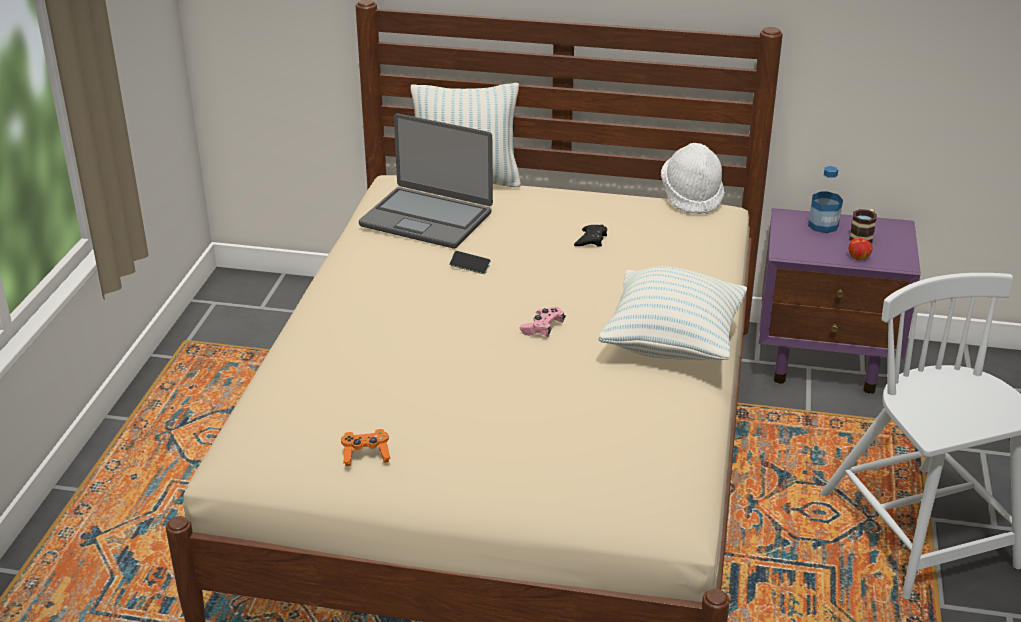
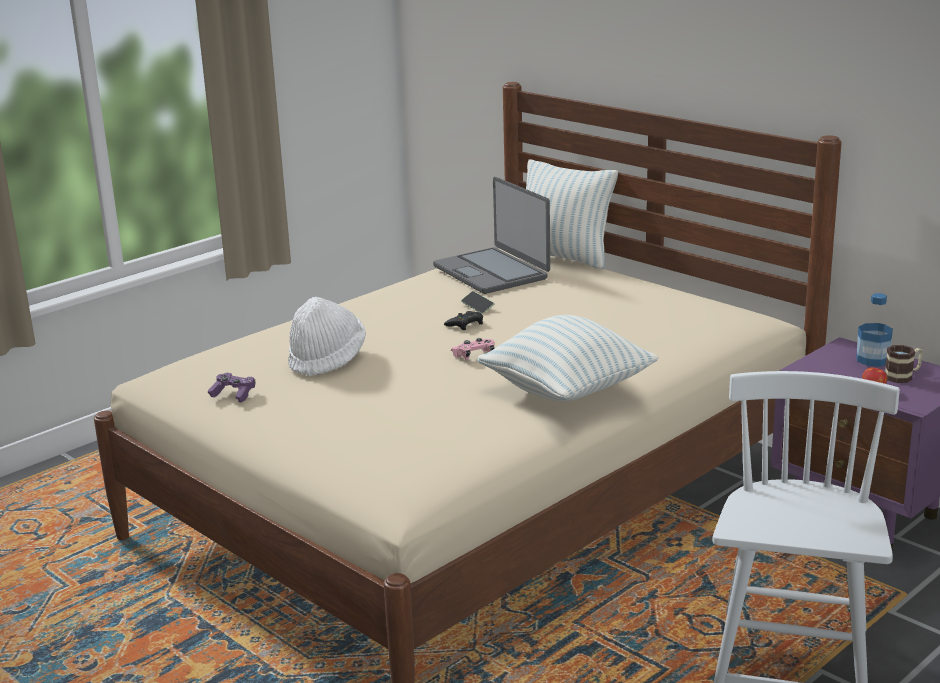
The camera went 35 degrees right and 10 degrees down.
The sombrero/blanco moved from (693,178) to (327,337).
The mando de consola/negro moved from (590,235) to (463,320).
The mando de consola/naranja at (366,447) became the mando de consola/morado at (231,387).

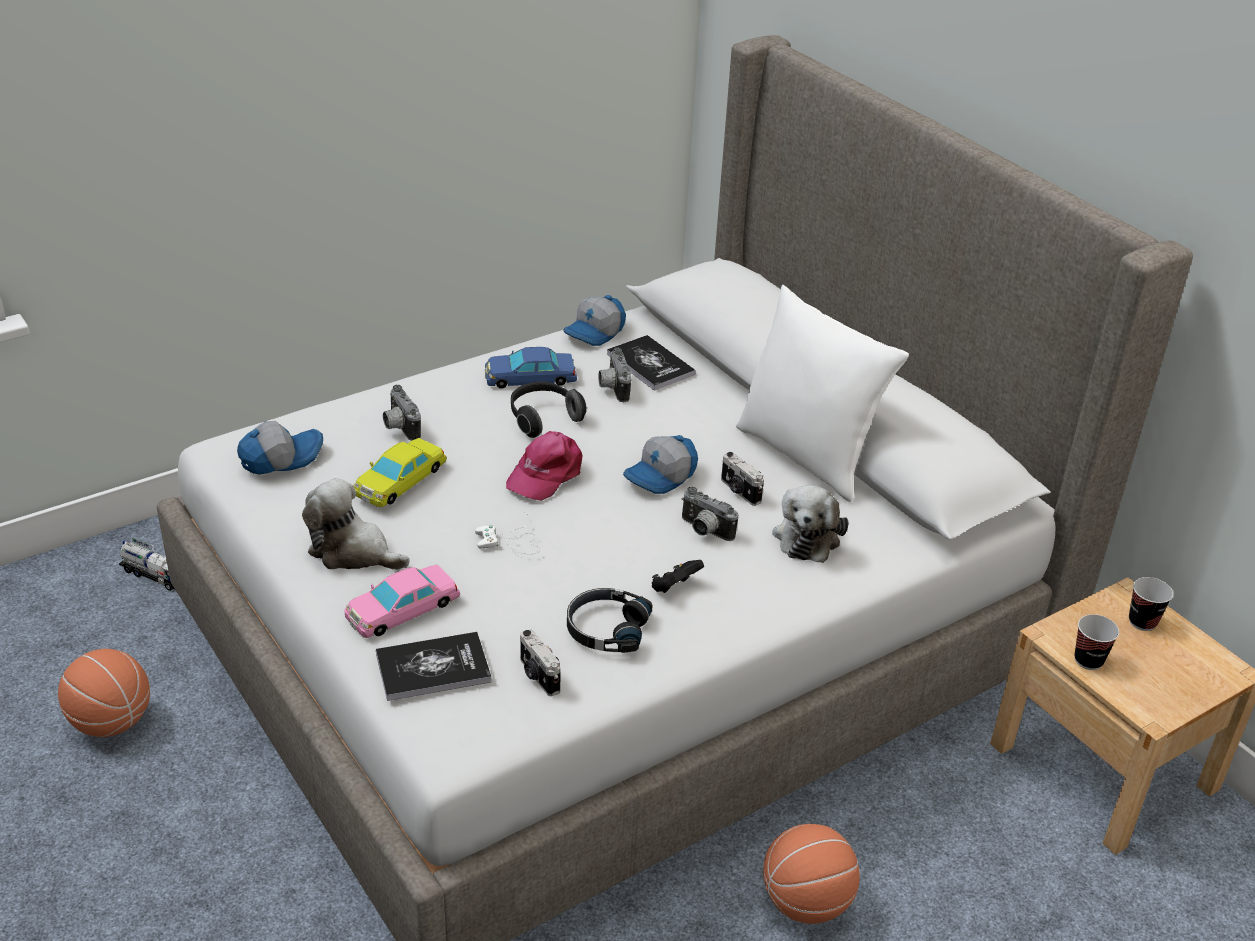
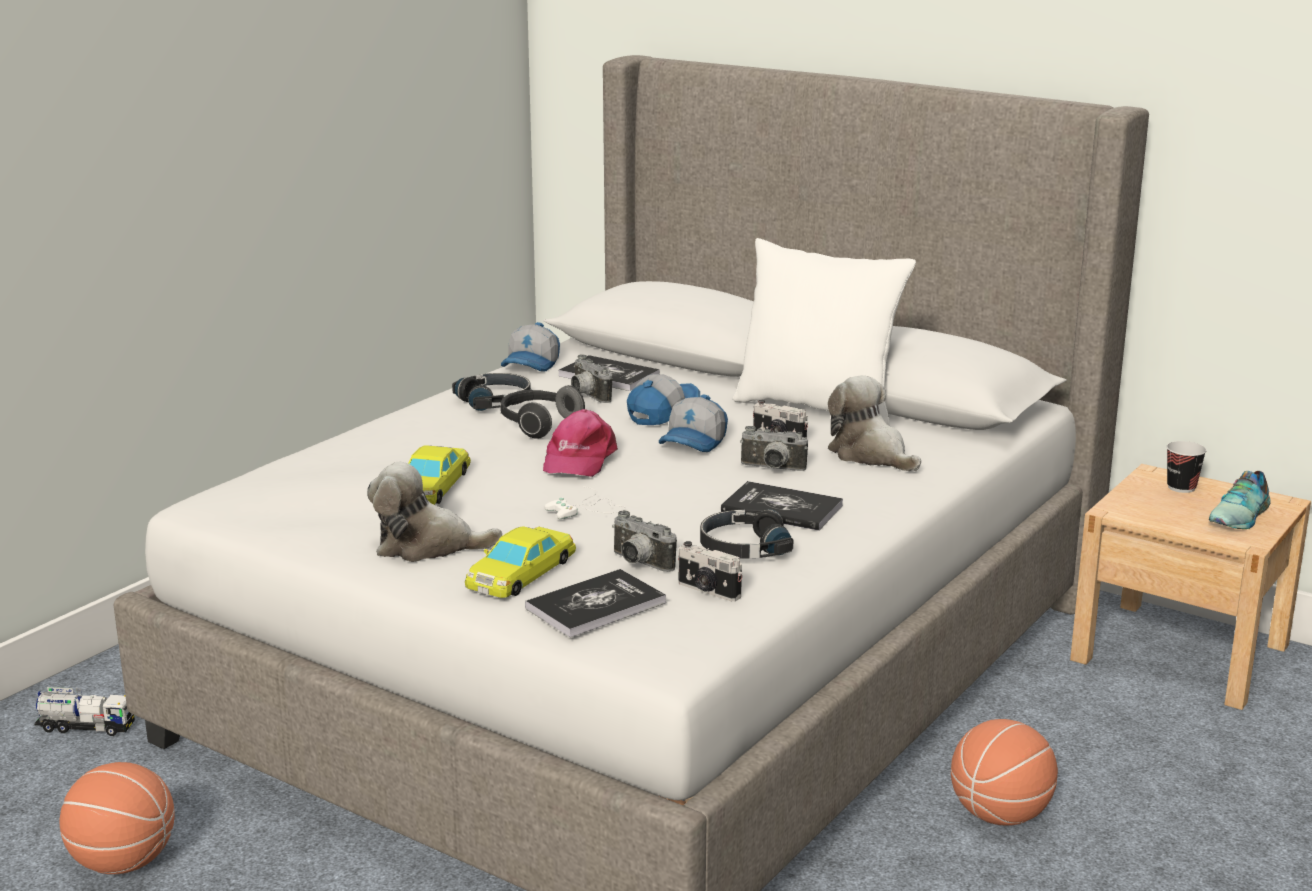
The camera went 20 degrees left and 15 degrees down.
The coche de juguete/azul at (531,368) was replaced by the auriculares/negro at (491,392).
The cámara moved from (402,413) to (644,541).
The gorra moved from (280,447) to (663,399).
The peluche at (810,524) turned 150 degrees clockwise.
The mando de consola/negro at (678,576) was replaced by the libro at (782,506).
The coche de juguete/rosa at (402,601) became the coche de juguete/amarillo at (520,562).
The taza at (1096,642) disappeared.
The zapato at (1240,500) appeared.

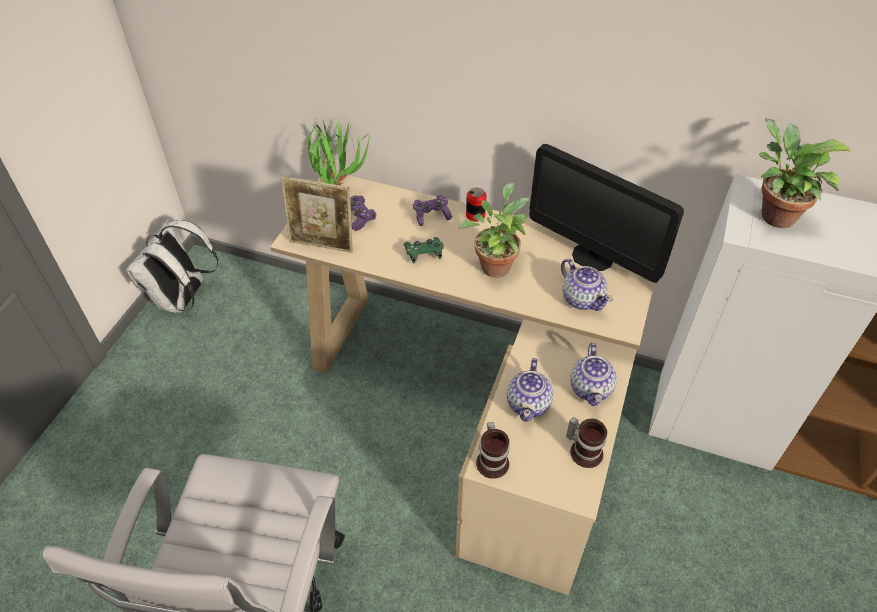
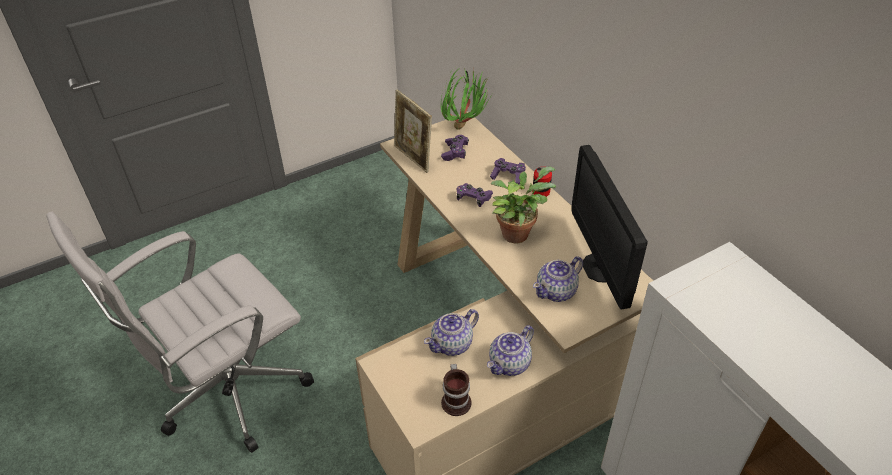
The camera went 40 degrees right and 5 degrees down.
The planta en maceta at (805,173) disappeared.
The mochila/blanco at (172,266) disappeared.
The mando de consola/verde at (424,250) became the mando de consola/morado at (474,195).
The tetera at (586,285) turned 45 degrees clockwise.
The taza grande at (493,450) disappeared.

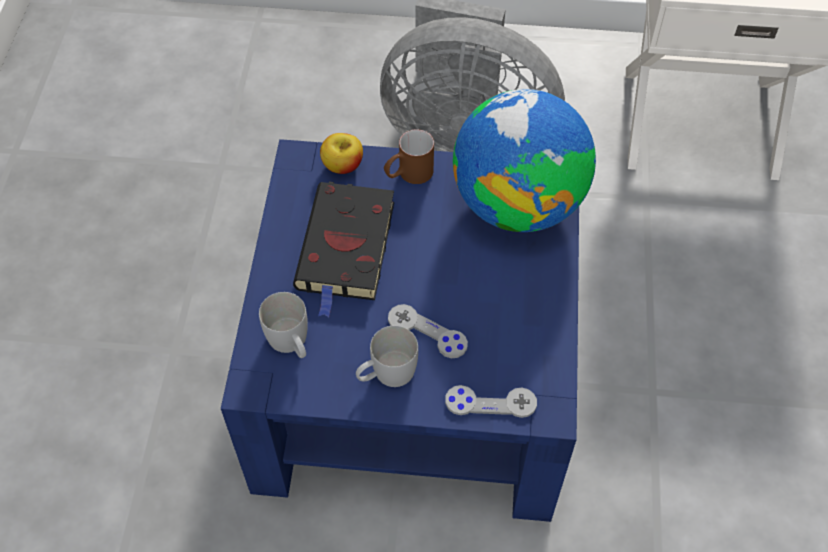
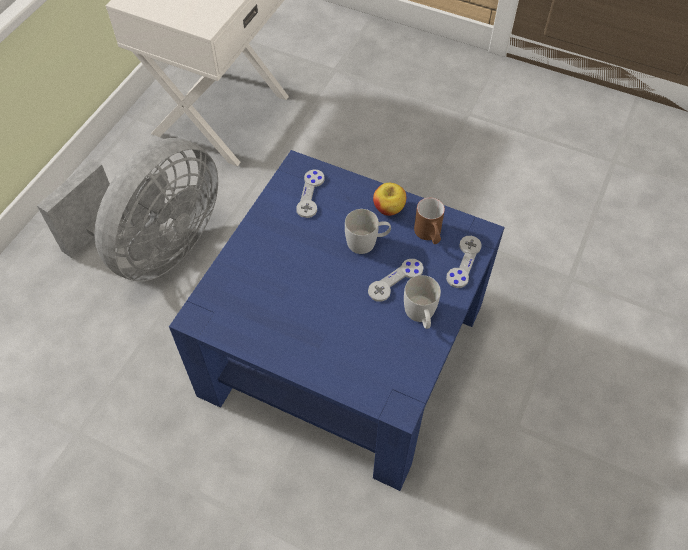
The camera went 70 degrees left and 0 degrees up.
The globo terráqueo at (524,160) was replaced by the mando de consola/gris at (310,193).
The taza grande/marrón moved from (409,156) to (429,221).
The manzana moved from (341,153) to (389,199).
The libro/negro at (343,249) disappeared.
The taza grande/blanco moved from (283,325) to (368,231).

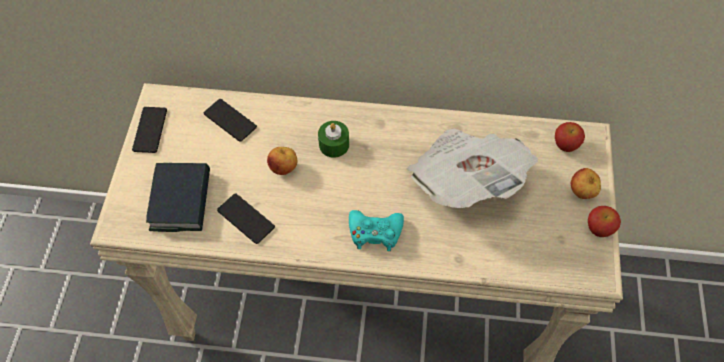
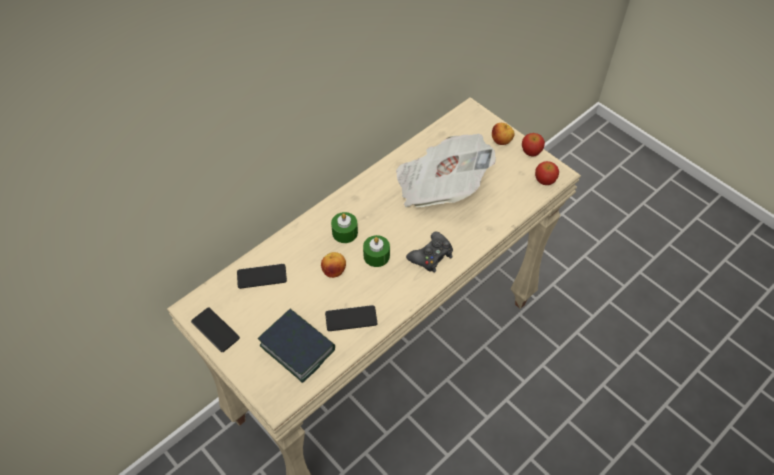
The camera went 50 degrees left and 5 degrees down.
The manzana moved from (570,137) to (547,173).
The mando de consola/turquesa at (376,230) became the mando de consola/negro at (429,252).
The vela/verde at (376,251) appeared.

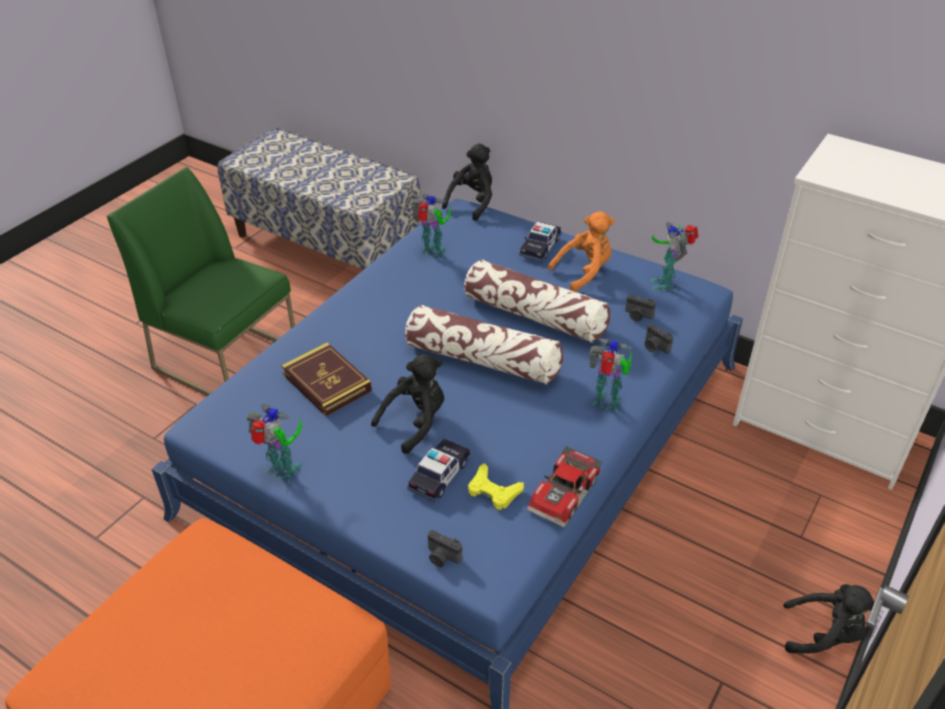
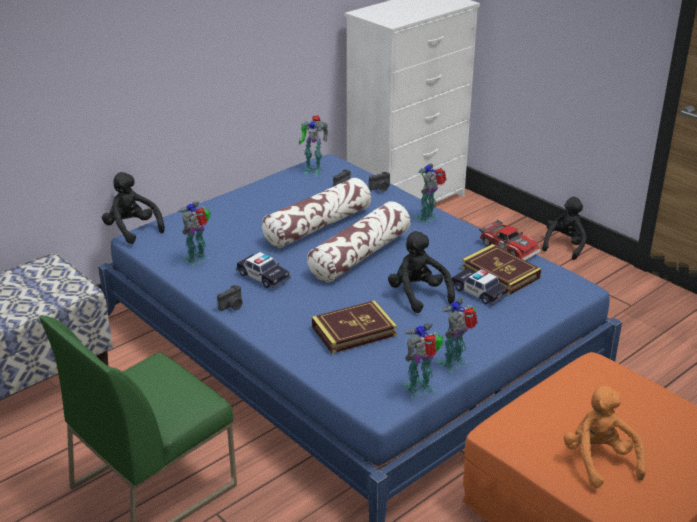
The camera went 75 degrees left and 10 degrees down.
The peluche/naranja moved from (581,251) to (604,437).
The coche de juguete moved from (540,241) to (263,270).
The mando de consola/amarillo at (496,486) was replaced by the libro at (501,269).
The cámara moved from (445,548) to (229,298).
The robot de juguete at (423,361) appeared.

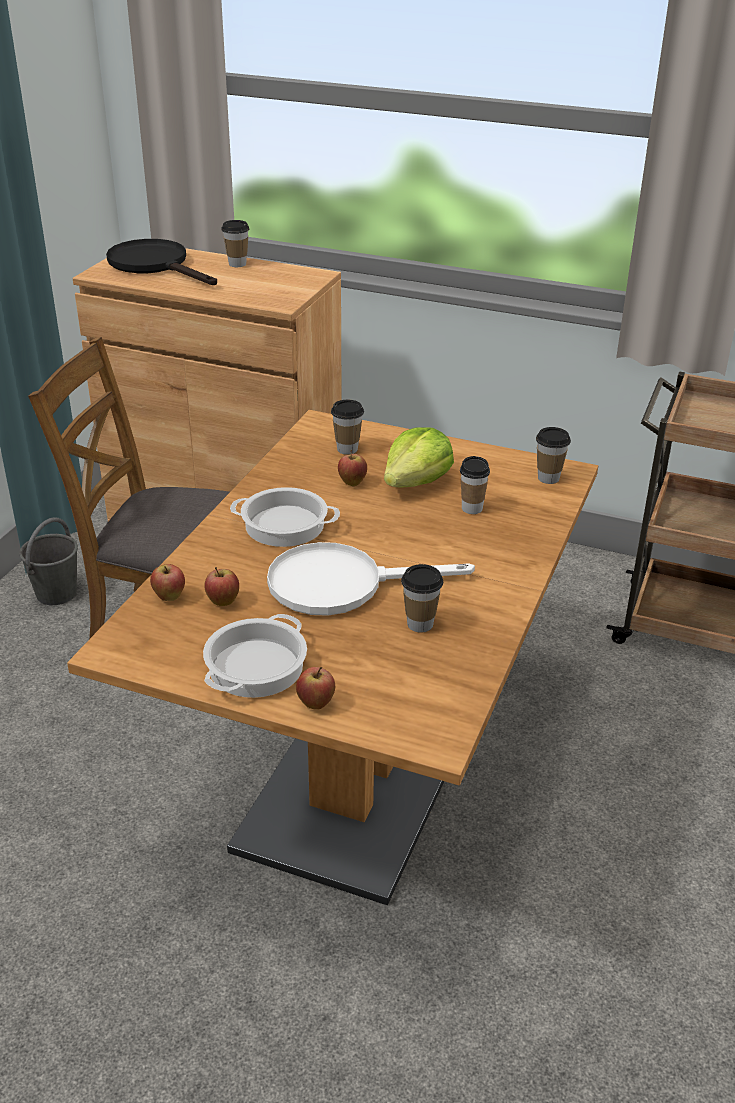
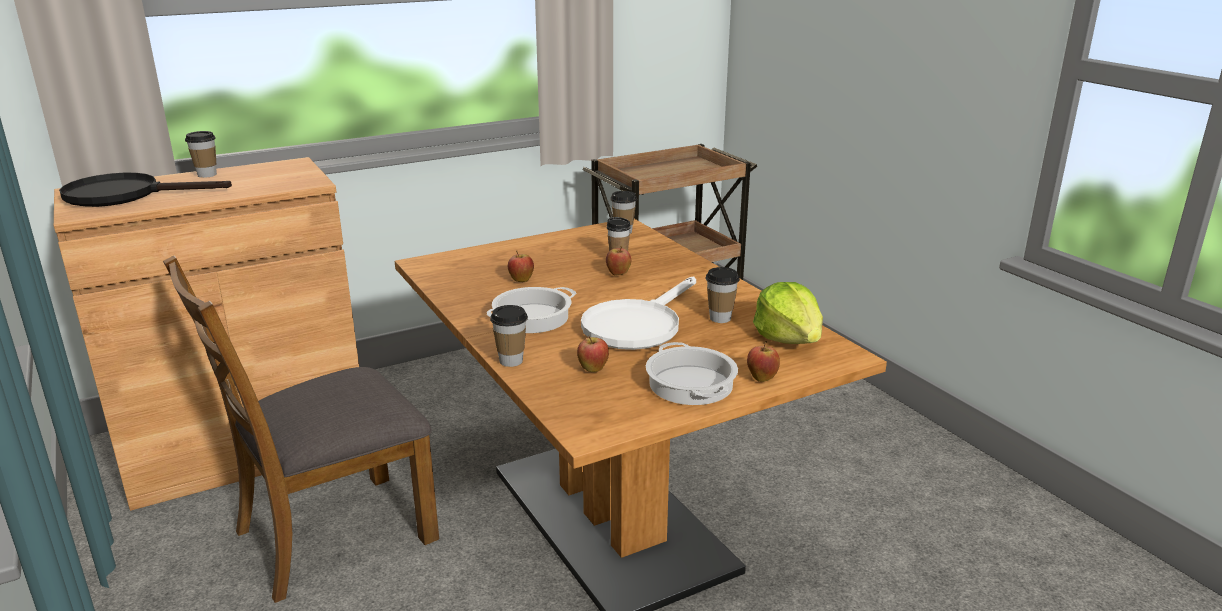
The camera went 50 degrees left and 10 degrees down.
The taza moved from (347,427) to (509,336).
The lechuga moved from (419,457) to (788,313).
The cubo/gris at (48,561) disappeared.
The manzana moved from (167,582) to (618,260).

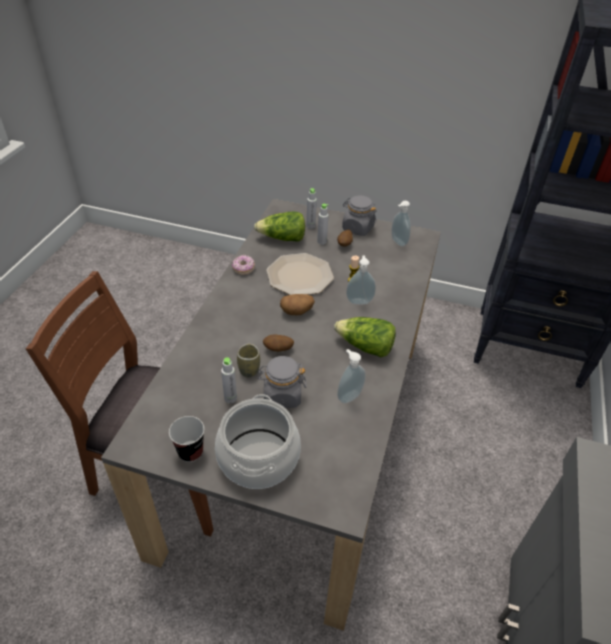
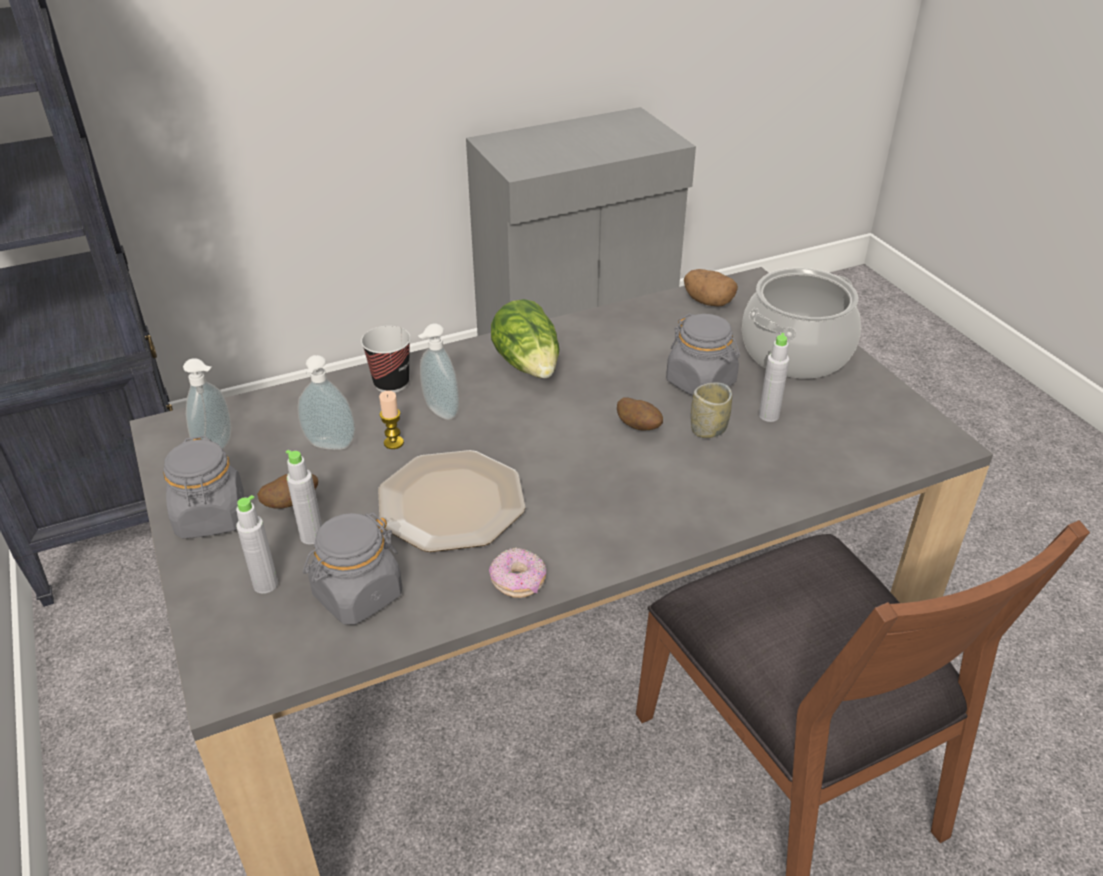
The camera went 130 degrees left and 5 degrees down.
The lechuga at (279,227) was replaced by the tarro/gris at (352,568).
The patata moved from (297,304) to (711,288).
The dispensador de jabón moved from (351,376) to (326,402).
The taza moved from (186,439) to (386,359).

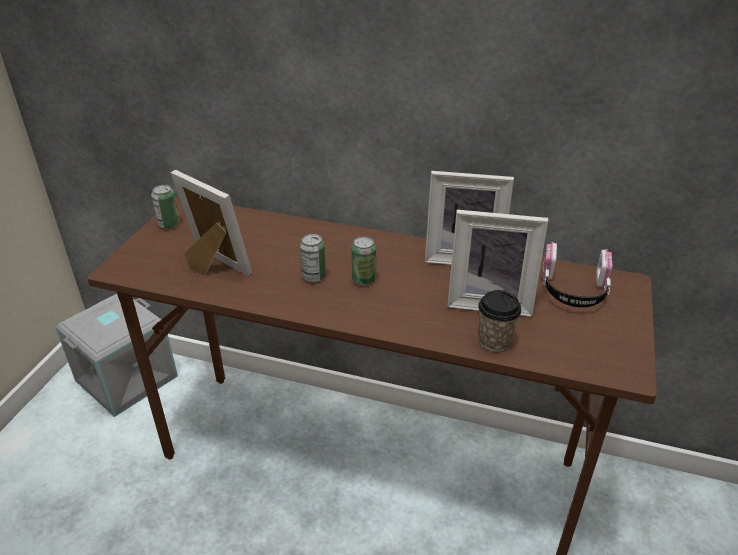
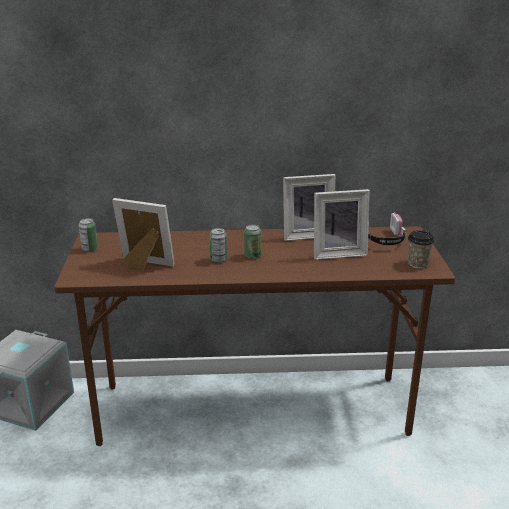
The camera went 20 degrees left and 10 degrees down.
The taza moved from (499,321) to (421,249).

